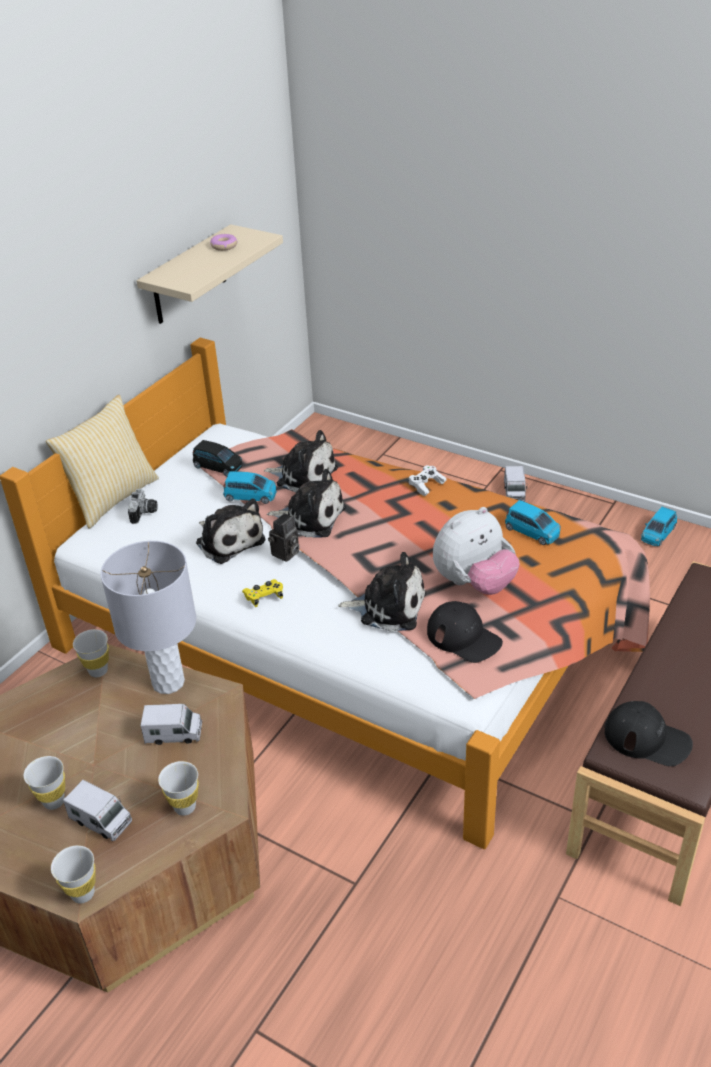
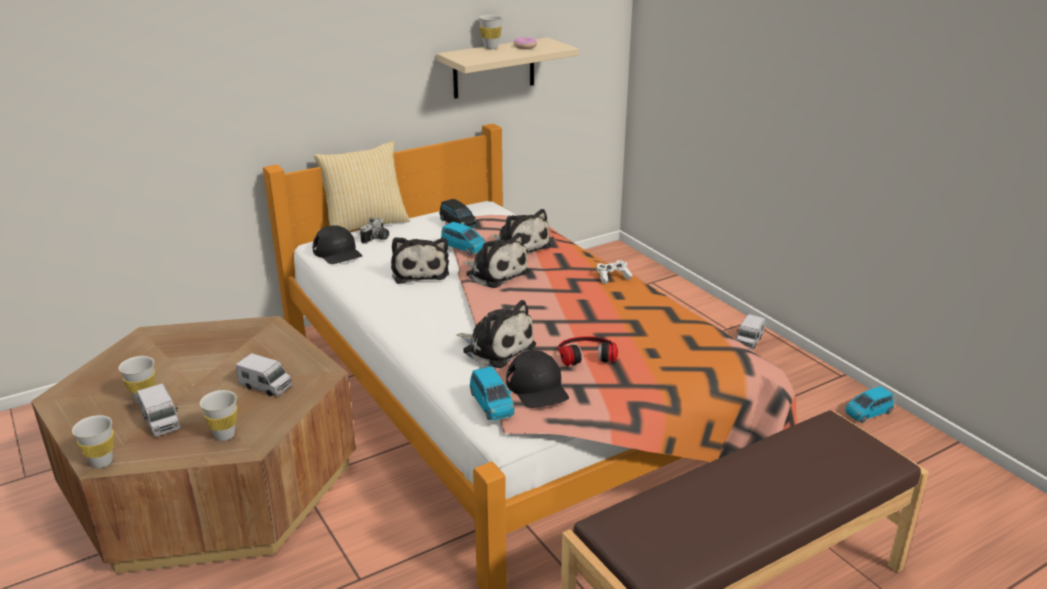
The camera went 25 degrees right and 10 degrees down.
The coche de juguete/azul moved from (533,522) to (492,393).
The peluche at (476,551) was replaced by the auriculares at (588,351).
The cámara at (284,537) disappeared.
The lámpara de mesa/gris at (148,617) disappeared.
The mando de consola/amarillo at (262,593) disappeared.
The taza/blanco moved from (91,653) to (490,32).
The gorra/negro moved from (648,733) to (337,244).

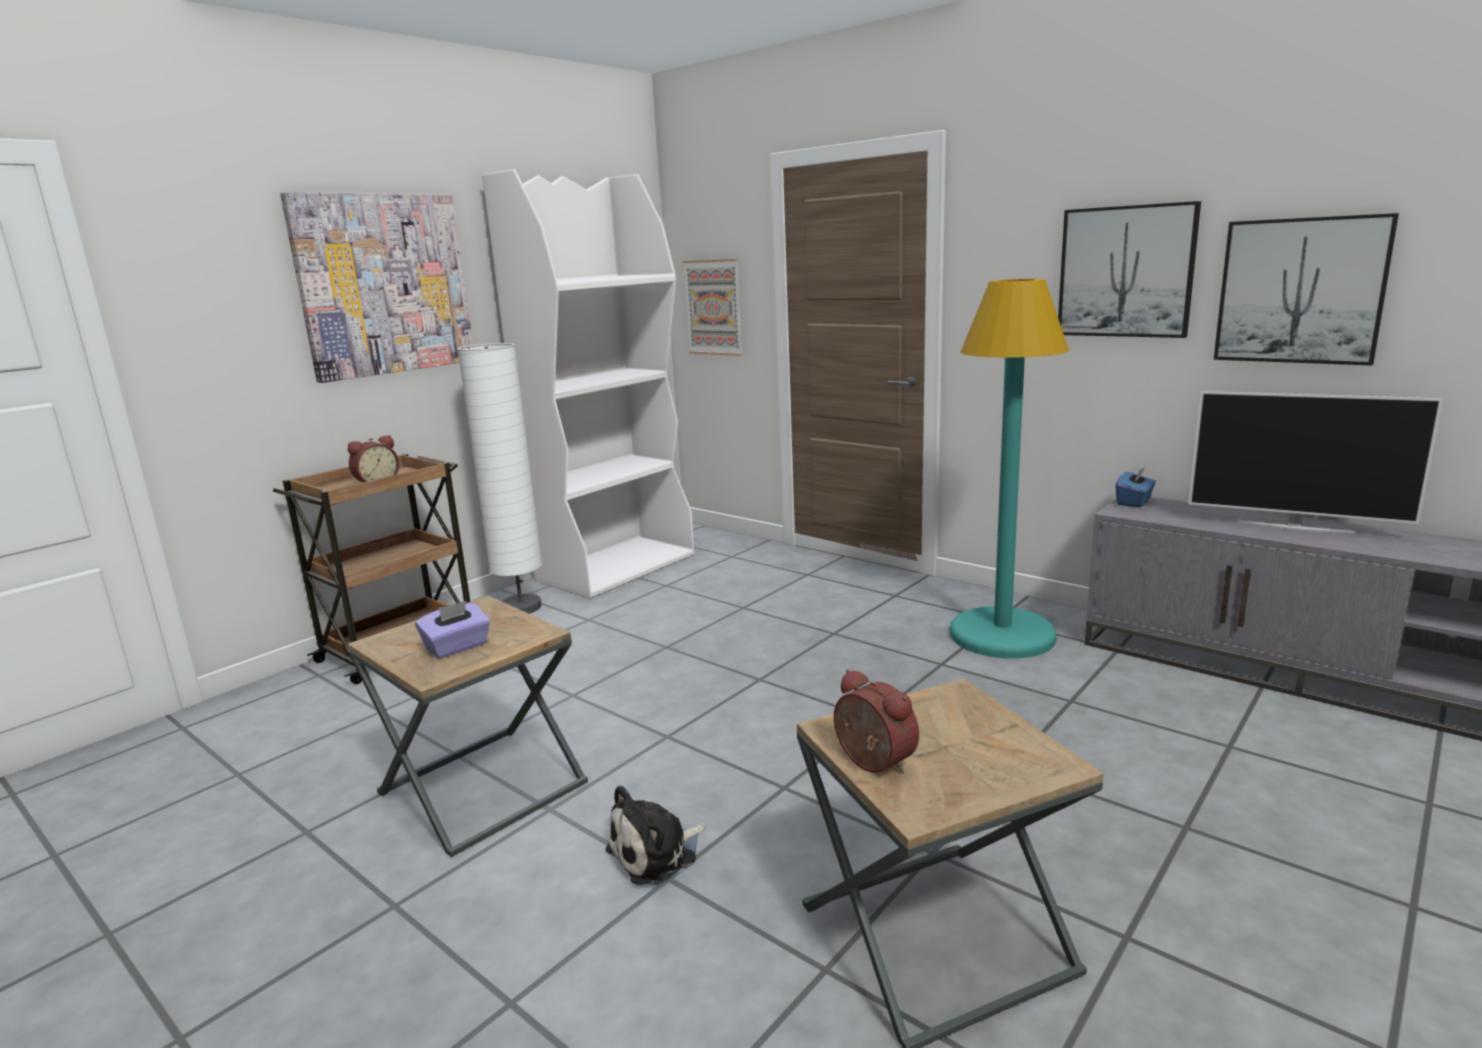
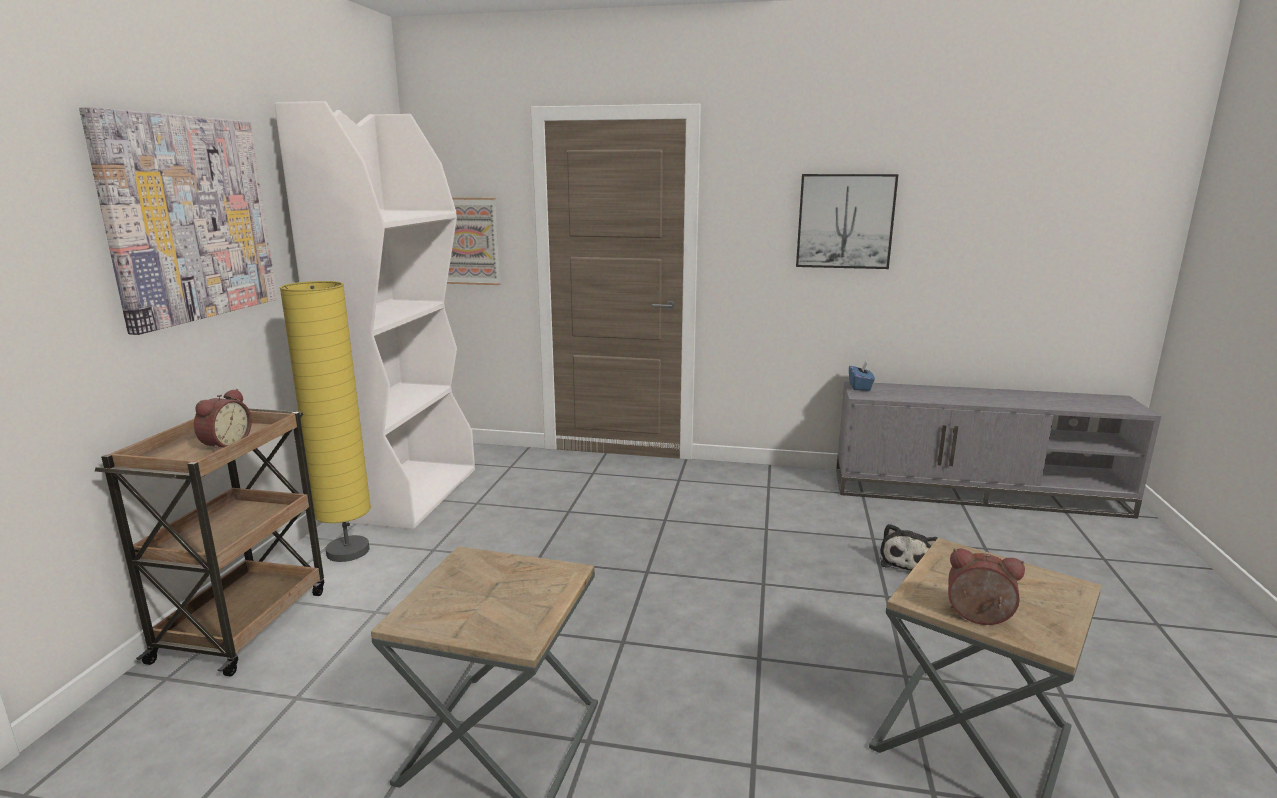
The camera went 30 degrees left and 0 degrees up.
The cuadro at (1306,289) disappeared.
The lámpara de pie/turquesa at (1009,468) disappeared.
The lámpara de pie/blanco at (499,478) became the lámpara de pie/amarillo at (325,421).
The televisor at (1315,462) disappeared.
The caja de pañuelos/morado at (453,630) disappeared.
The peluche moved from (656,835) to (909,547).

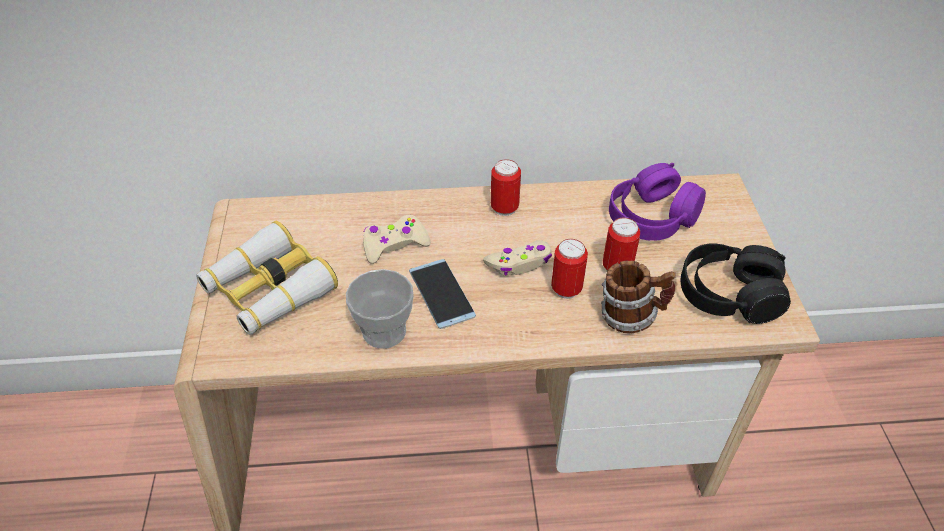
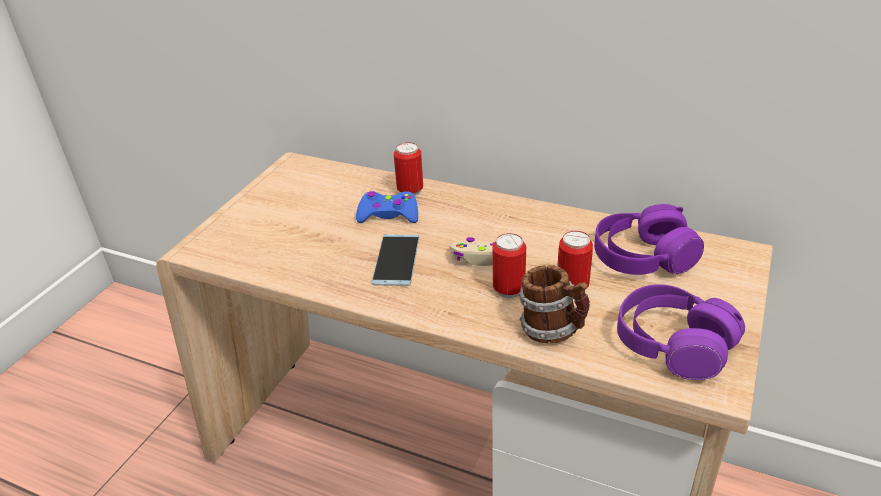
The camera went 30 degrees right and 10 degrees down.
The lata moved from (506,187) to (408,169).
The mando de consola/beis at (397,239) became the mando de consola/azul at (387,207).
The prismáticos at (267,277) disappeared.
The auriculares/negro at (736,283) became the auriculares/morado at (681,332).
The taza at (380,309) disappeared.

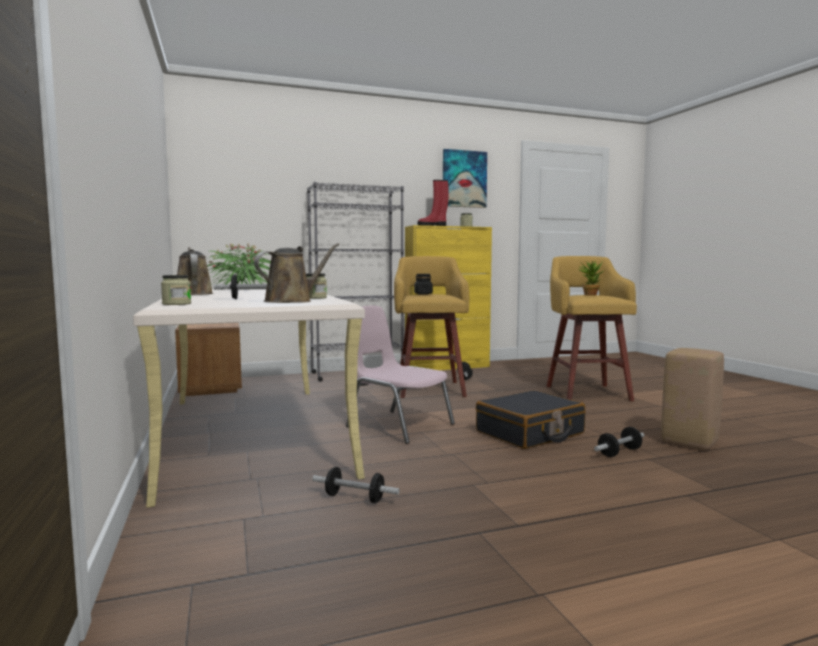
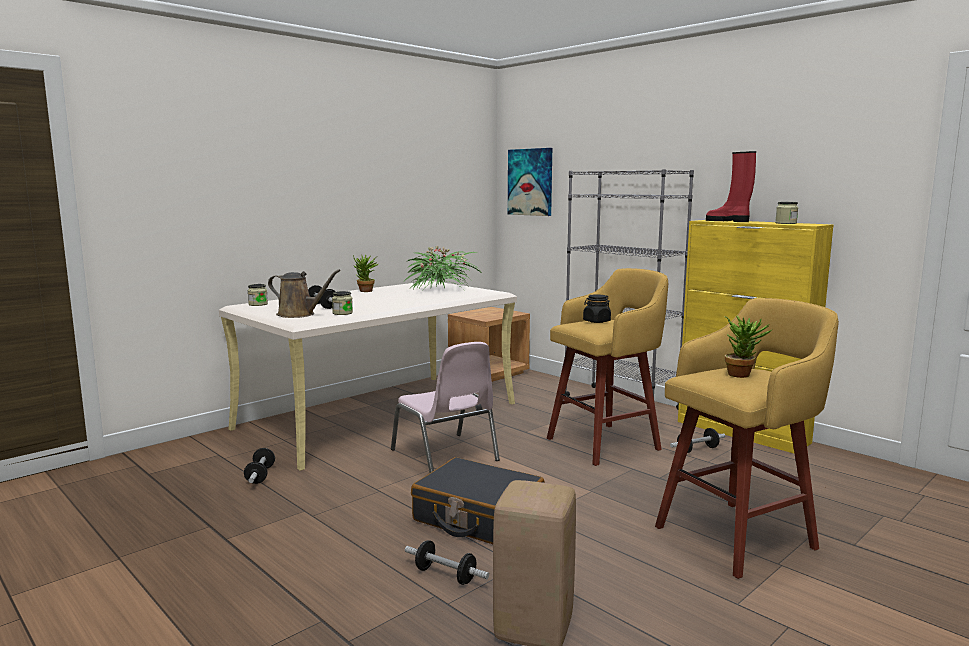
The camera went 65 degrees right and 5 degrees up.
The cuadro moved from (465,178) to (530,182).
The regadera/marrón at (195,271) was replaced by the planta en maceta at (365,273).
The silla/rosa at (400,374) turned 135 degrees clockwise.

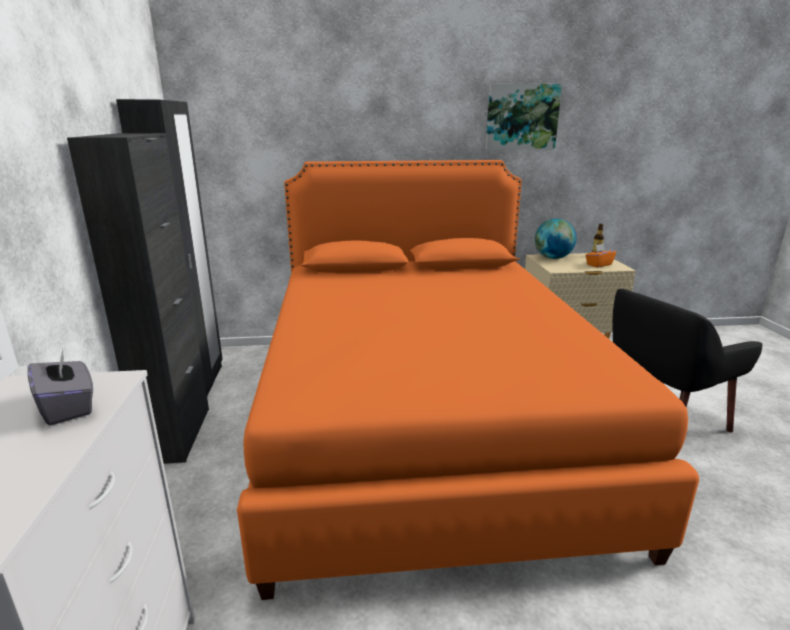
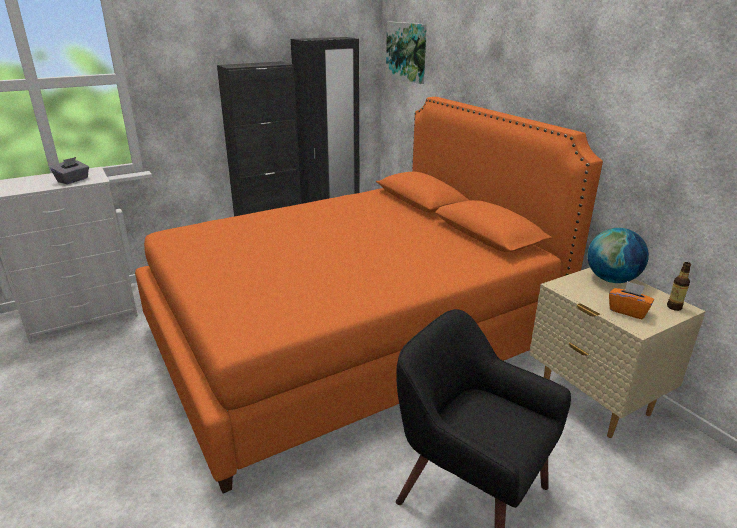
The camera went 65 degrees right and 5 degrees up.
The cuadro moved from (524,117) to (406,52).

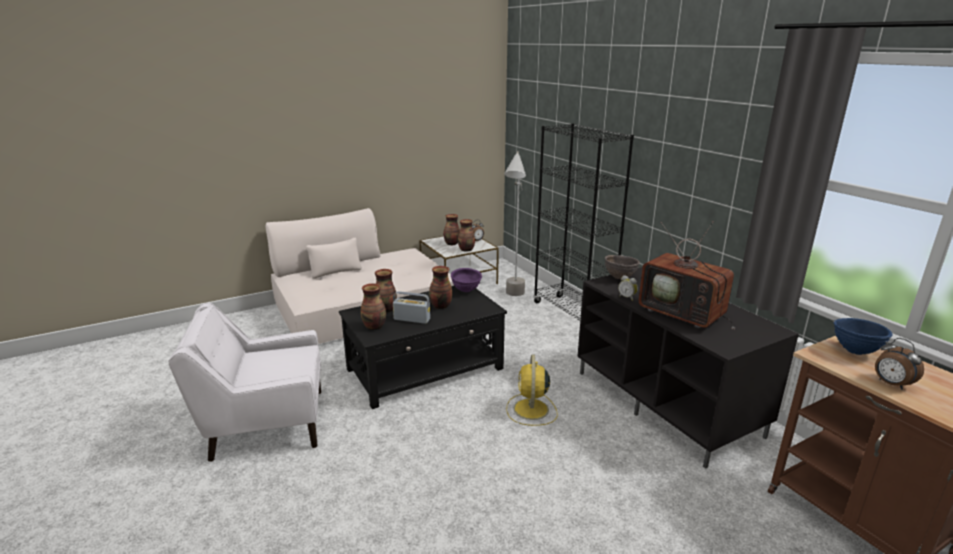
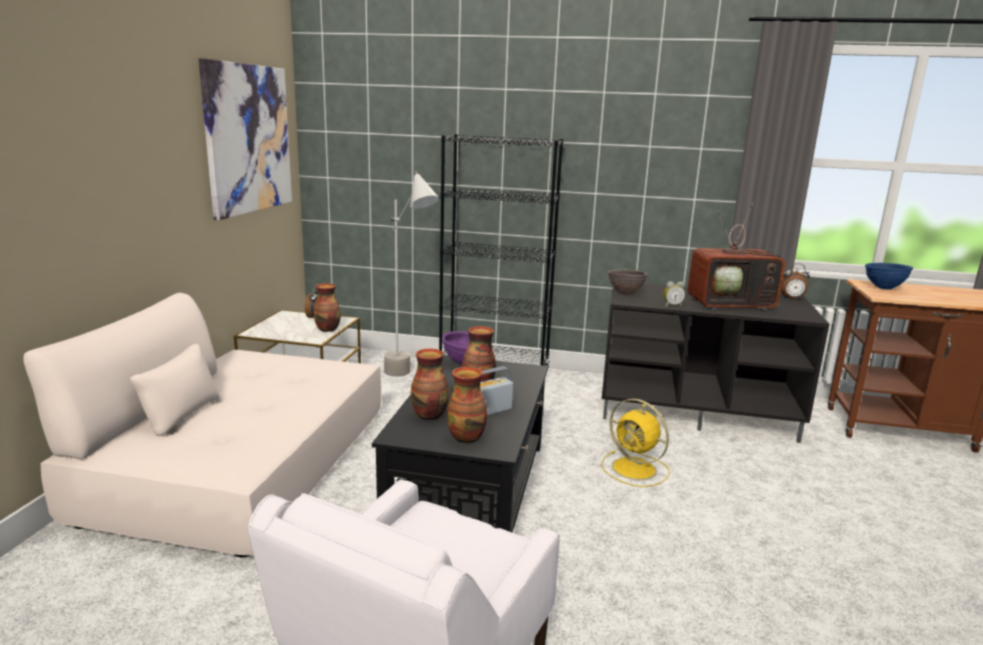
The camera went 50 degrees left and 5 degrees down.
The florero at (451,230) disappeared.
The despertador moved from (899,364) to (795,281).
The cuadro at (245,139) appeared.

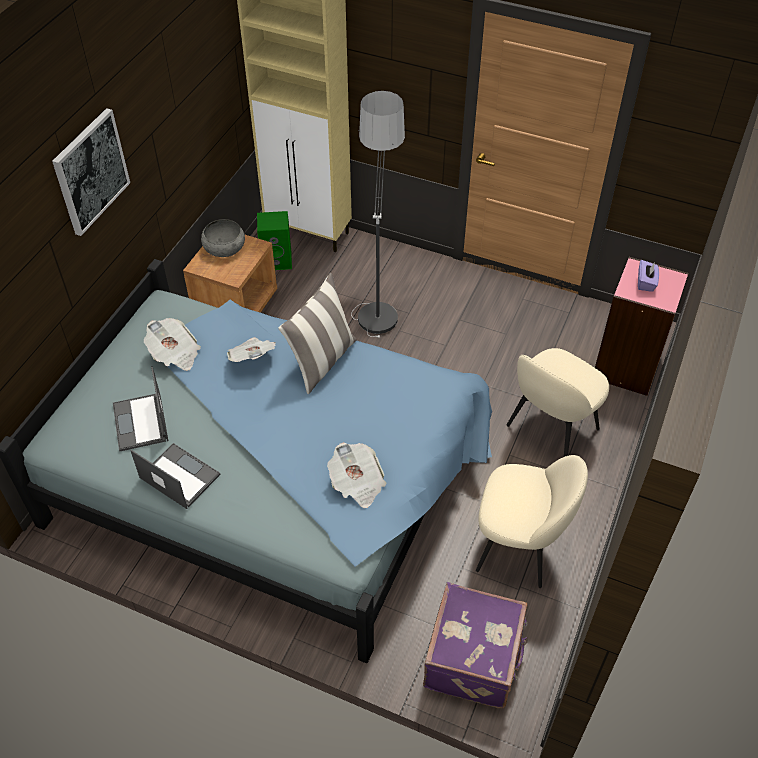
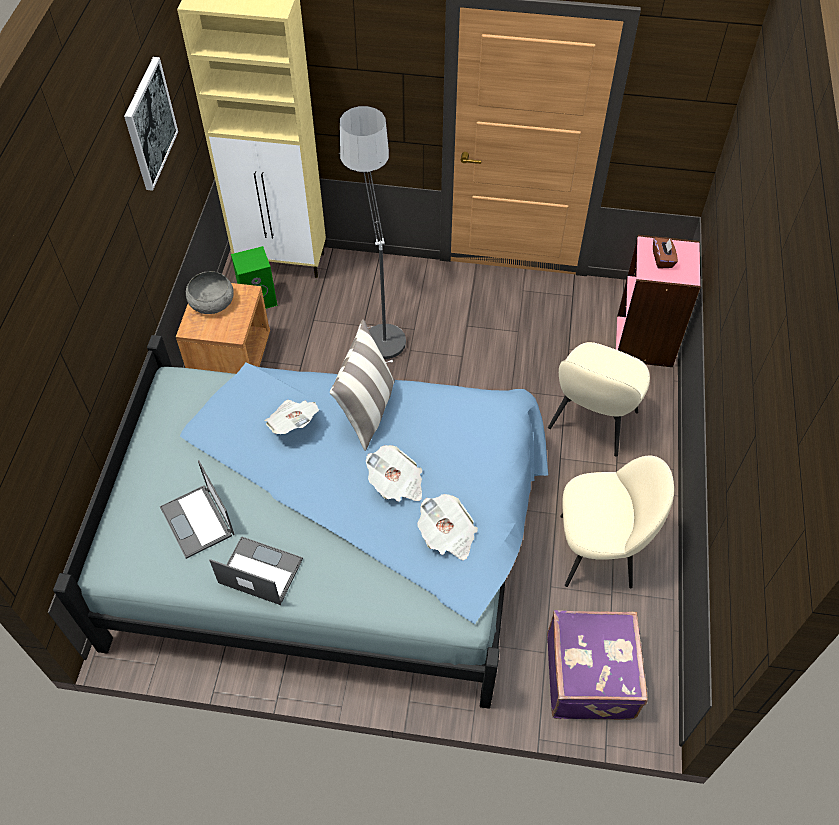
The camera went 15 degrees left and 5 degrees up.
The cuadro moved from (91,172) to (151,124).
The caja de pañuelos/morado at (648,276) became the caja de pañuelos/marrón at (665,253).
The periódico moved from (172,344) to (394,473).

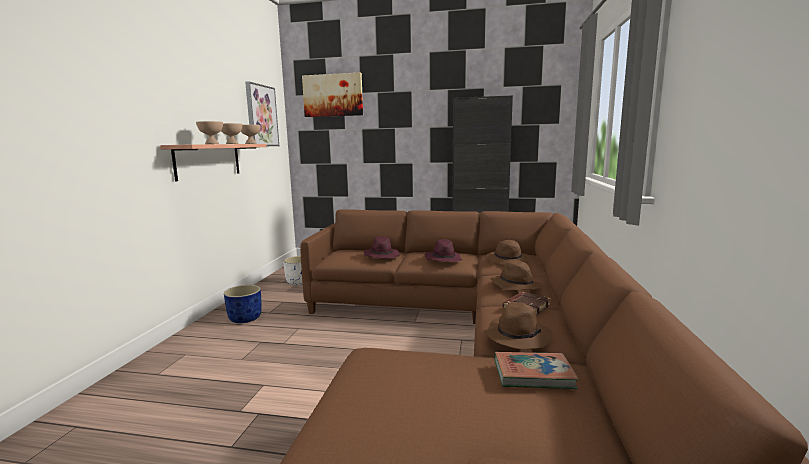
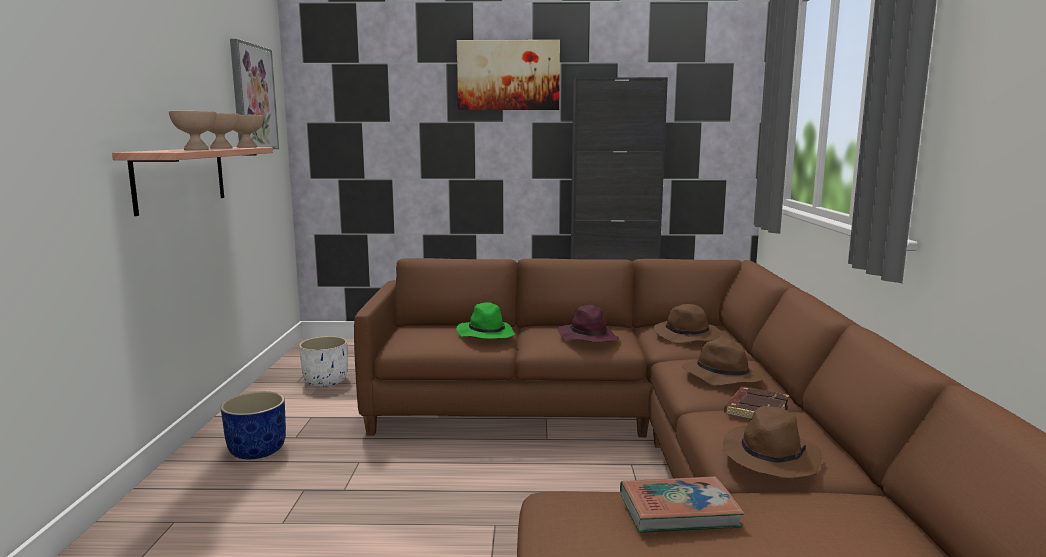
The camera went 10 degrees left and 0 degrees up.
The cuadro moved from (332,94) to (508,75).
The sombrero/morado at (381,247) became the sombrero/verde at (485,320).
The libro moved from (536,370) to (682,504).

